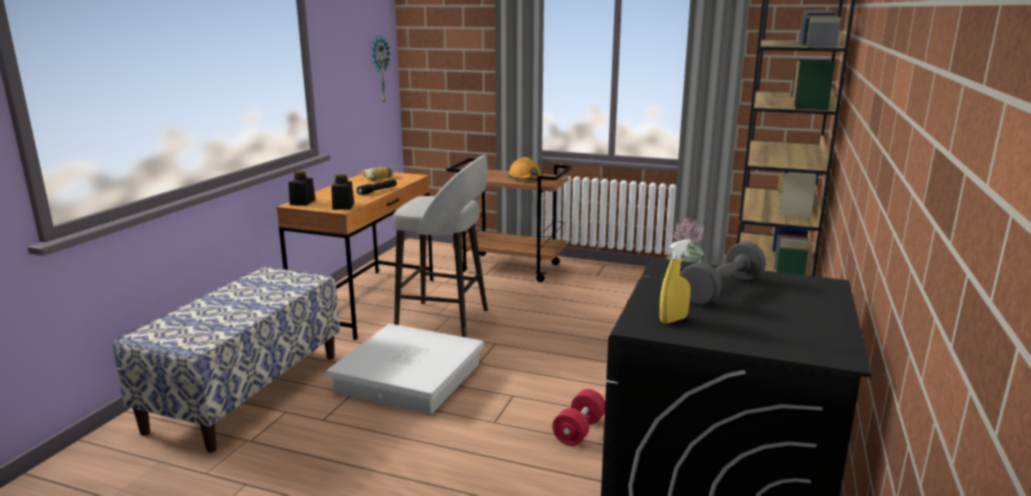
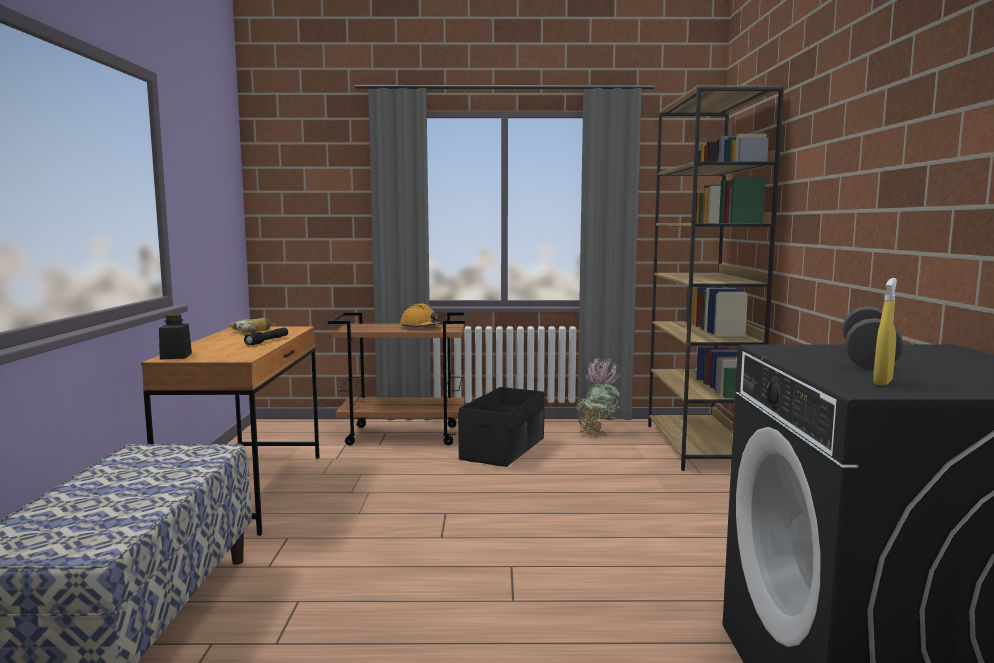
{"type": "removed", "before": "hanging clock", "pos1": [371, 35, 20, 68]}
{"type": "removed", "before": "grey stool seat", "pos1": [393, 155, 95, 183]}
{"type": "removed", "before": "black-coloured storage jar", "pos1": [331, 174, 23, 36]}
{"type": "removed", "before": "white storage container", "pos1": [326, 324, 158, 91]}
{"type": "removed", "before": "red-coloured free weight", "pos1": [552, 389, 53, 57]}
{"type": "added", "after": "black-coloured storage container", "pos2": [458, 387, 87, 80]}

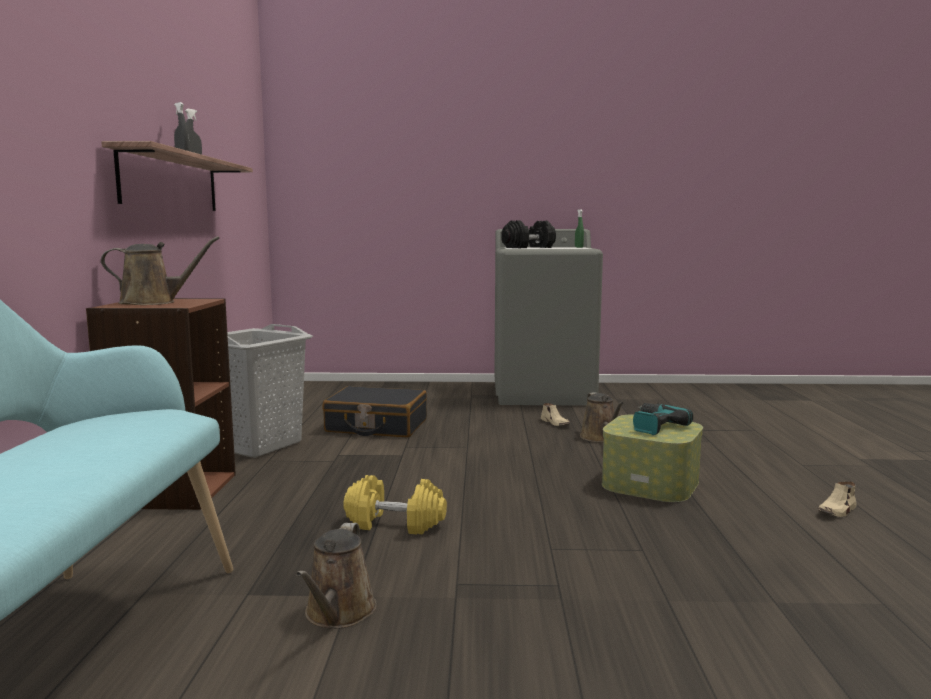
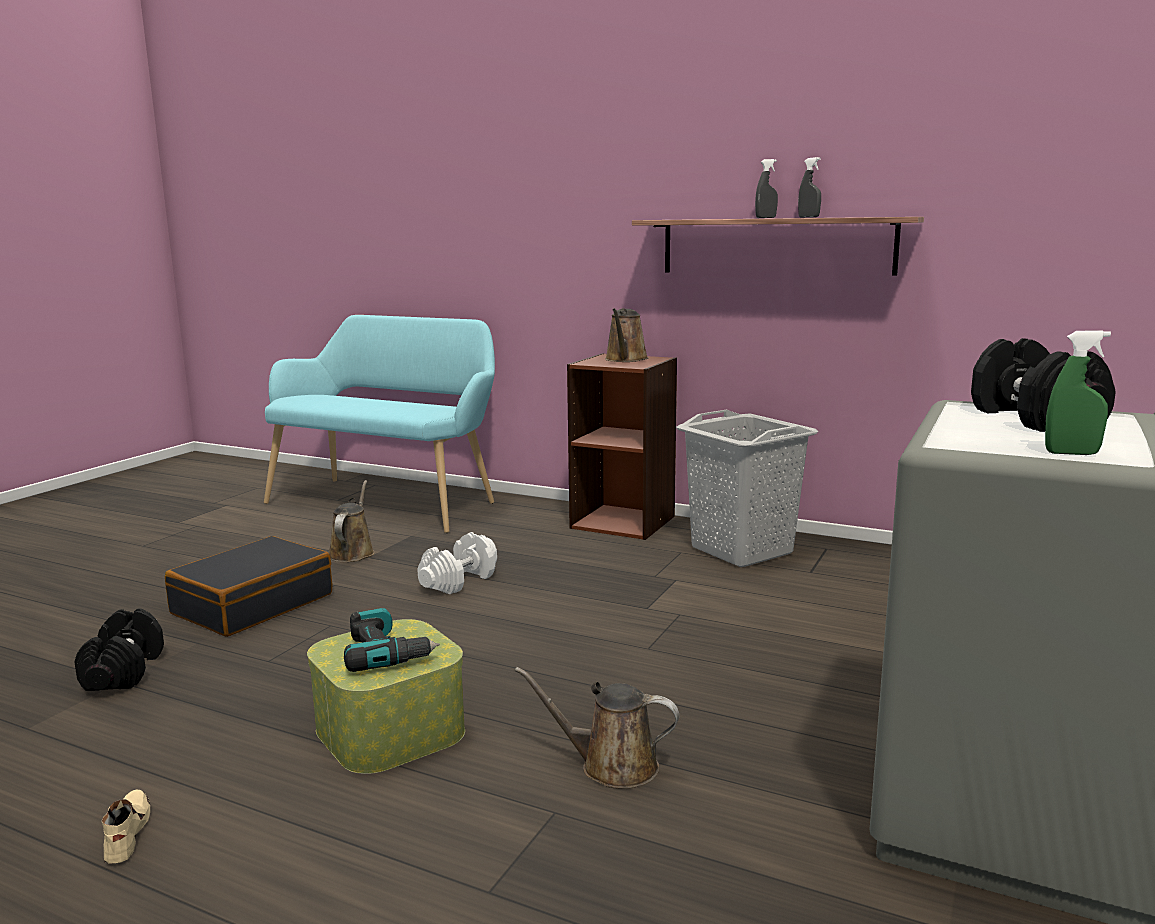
{"type": "moved", "before": "black-coloured travel case", "pos1": [322, 386, 105, 52], "pos2": [165, 536, 167, 101]}
{"type": "removed", "before": "beige-coloured low shoe", "pos1": [541, 403, 29, 23]}
{"type": "recoloured", "before": "yellow free weight", "after": "white free weight", "pos1": [343, 475, 104, 60], "pos2": [417, 532, 80, 62]}
{"type": "turned", "before": "brown-coloured watering pot", "pos1": [296, 523, 81, 106], "pos2": [329, 480, 46, 82], "turn": 60}
{"type": "added", "after": "black-coloured free weight", "pos2": [74, 608, 90, 83]}

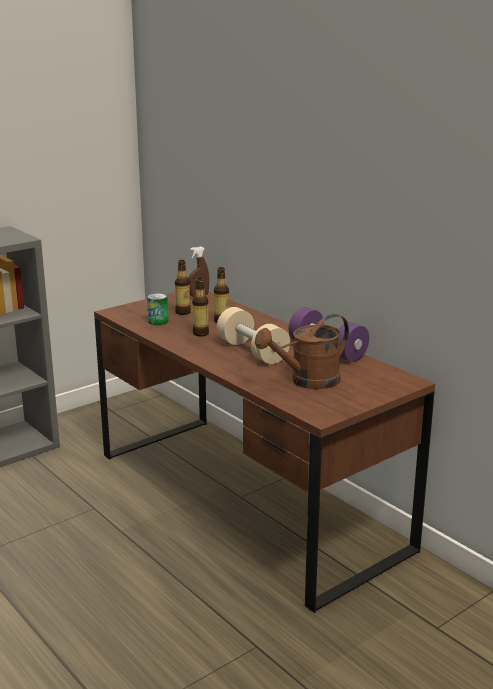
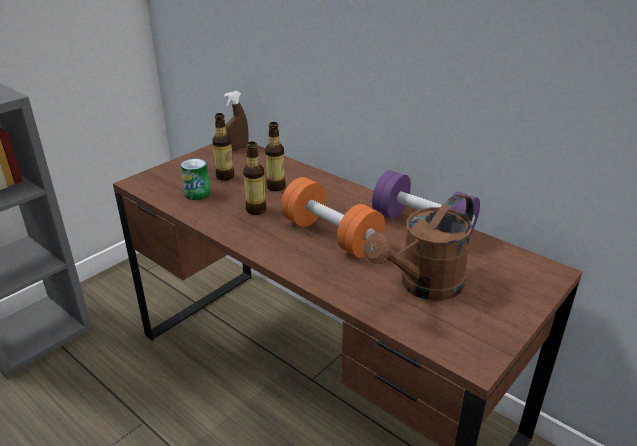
{"type": "recoloured", "before": "beige-coloured free weight", "after": "orange-coloured free weight", "pos1": [217, 307, 73, 57], "pos2": [281, 177, 104, 81]}

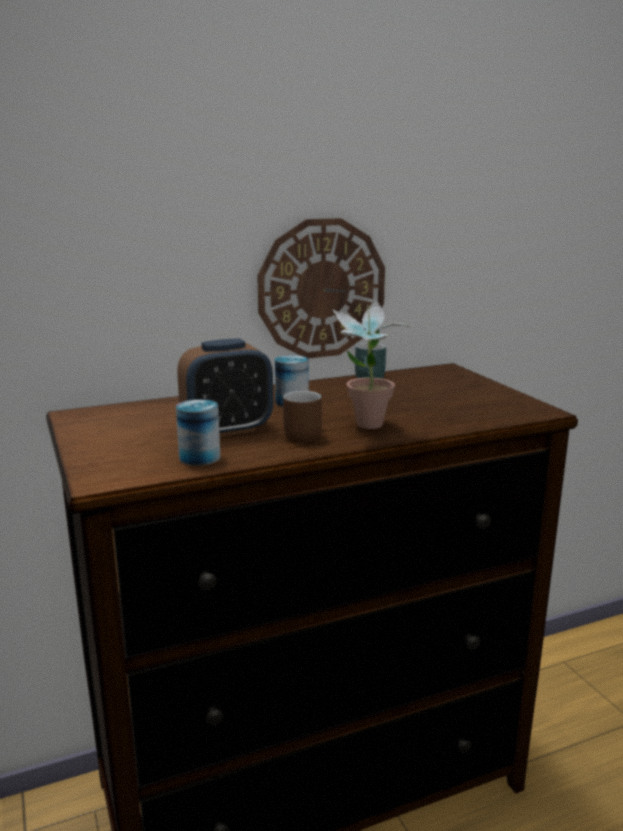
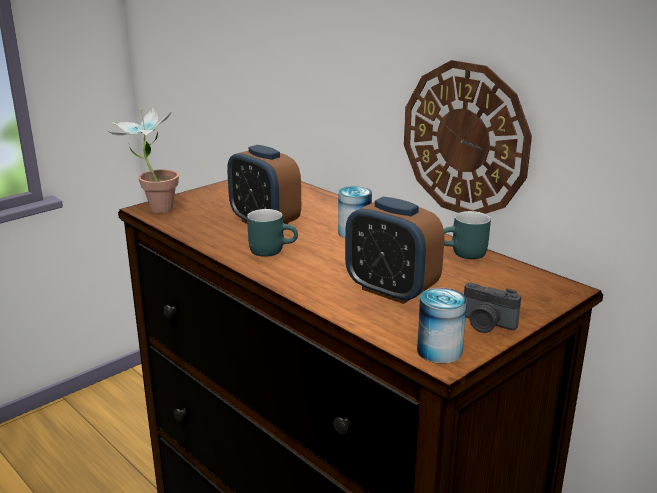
{"type": "moved", "before": "plant in a pot", "pos1": [333, 300, 78, 129], "pos2": [107, 107, 72, 106]}
{"type": "recoloured", "before": "brown-coloured coffee mug", "after": "blue-green coffee mug", "pos1": [283, 391, 39, 51], "pos2": [247, 209, 51, 48]}
{"type": "moved", "before": "sealed can", "pos1": [176, 399, 44, 67], "pos2": [417, 288, 50, 76]}
{"type": "added", "after": "bedside clock", "pos2": [345, 197, 99, 107]}
{"type": "added", "after": "still camera", "pos2": [464, 282, 57, 51]}

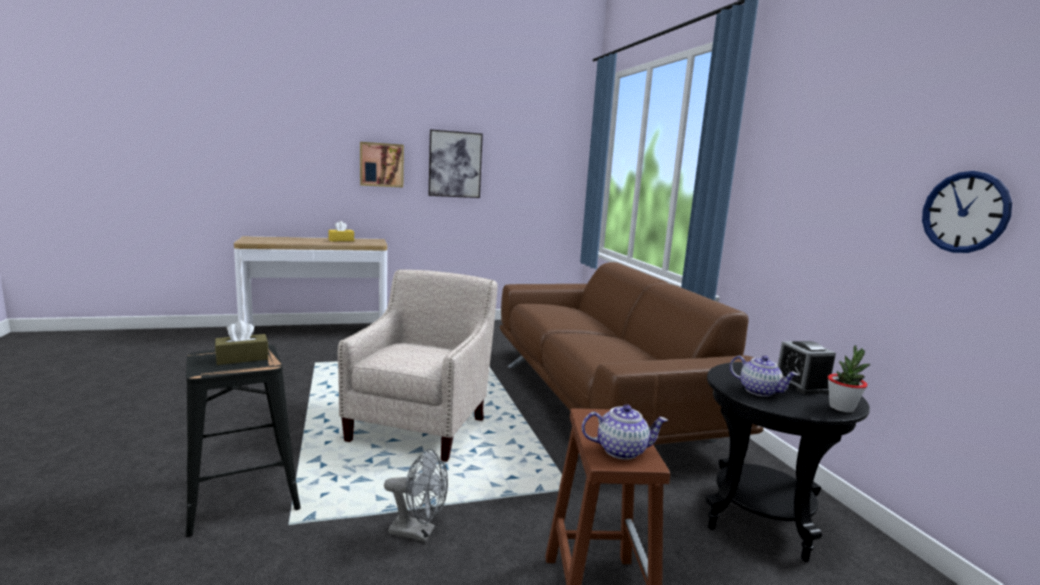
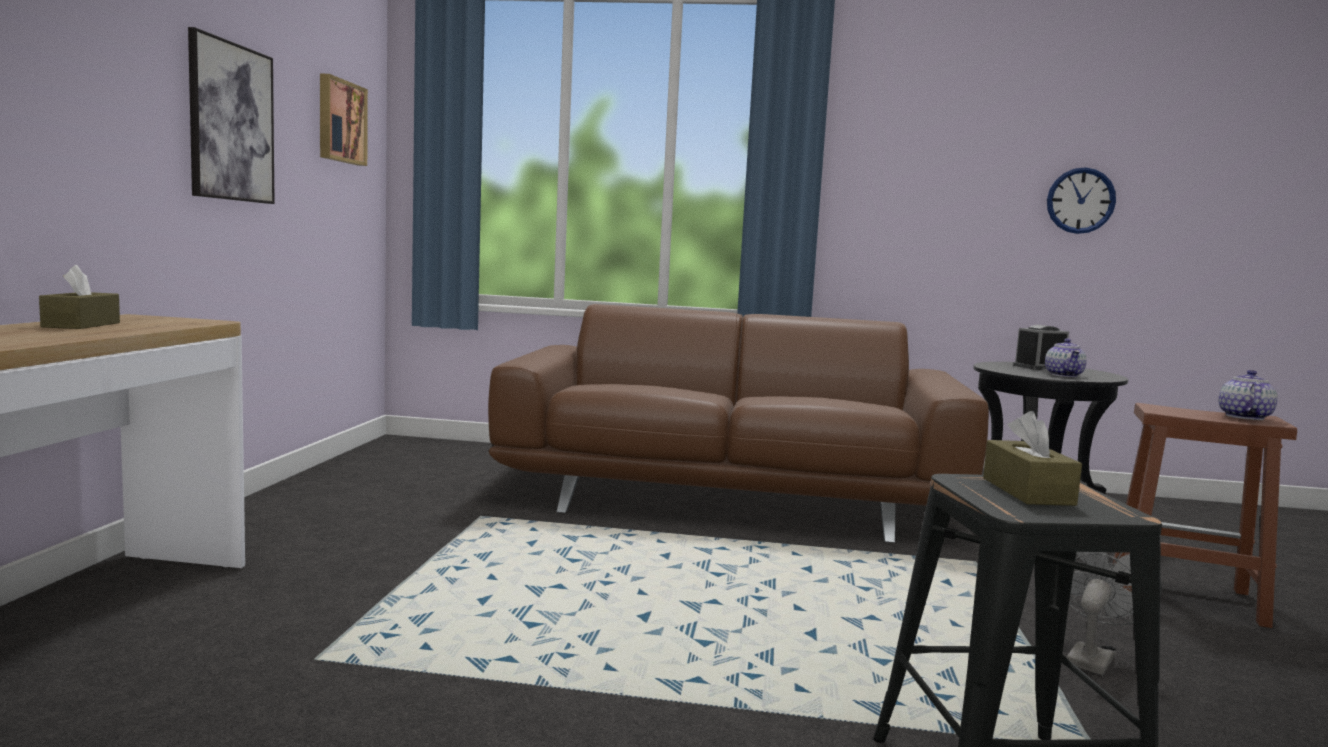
{"type": "moved", "before": "picture", "pos1": [360, 142, 44, 45], "pos2": [320, 74, 48, 92]}
{"type": "recoloured", "before": "yellow box of tissues", "after": "brown-coloured box of tissues", "pos1": [328, 221, 26, 20], "pos2": [39, 265, 81, 64]}
{"type": "removed", "before": "beige-coloured armchair", "pos1": [338, 269, 160, 193]}
{"type": "turned", "before": "bedside clock", "pos1": [778, 341, 58, 53], "pos2": [1013, 325, 56, 45], "turn": 150}
{"type": "removed", "before": "plant in a pot", "pos1": [828, 345, 43, 68]}
{"type": "turned", "before": "tea pot", "pos1": [730, 355, 68, 42], "pos2": [1045, 338, 42, 39], "turn": 120}

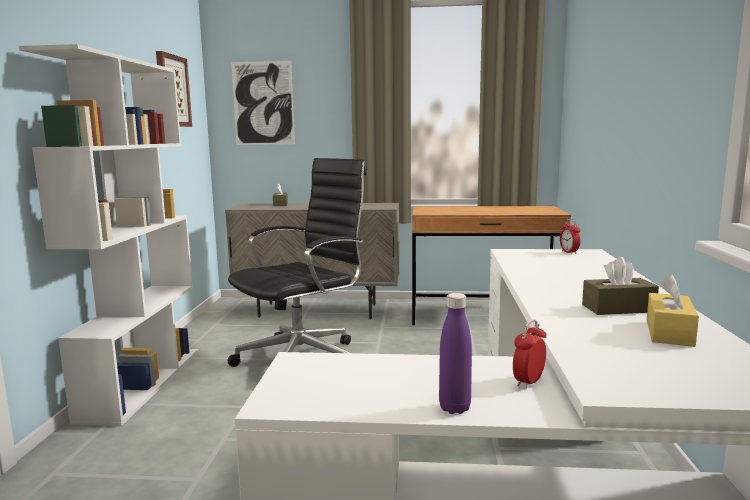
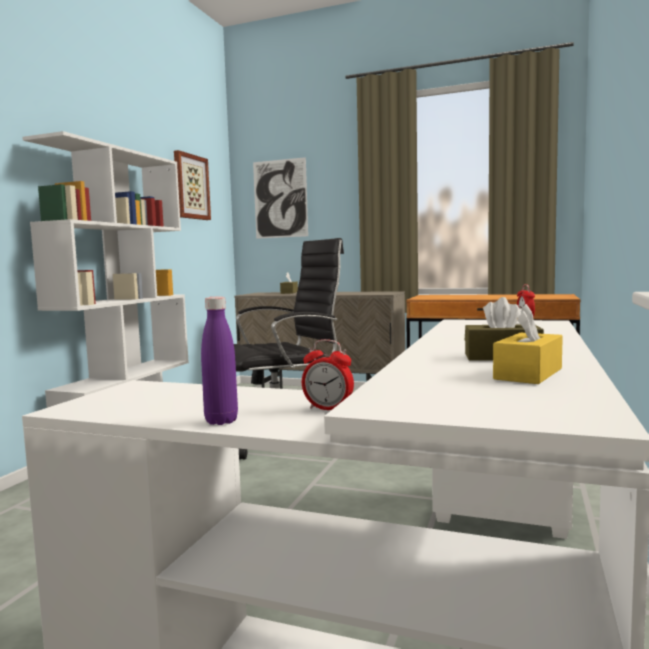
{"type": "turned", "before": "bedside clock", "pos1": [513, 320, 34, 69], "pos2": [302, 339, 52, 71], "turn": -120}

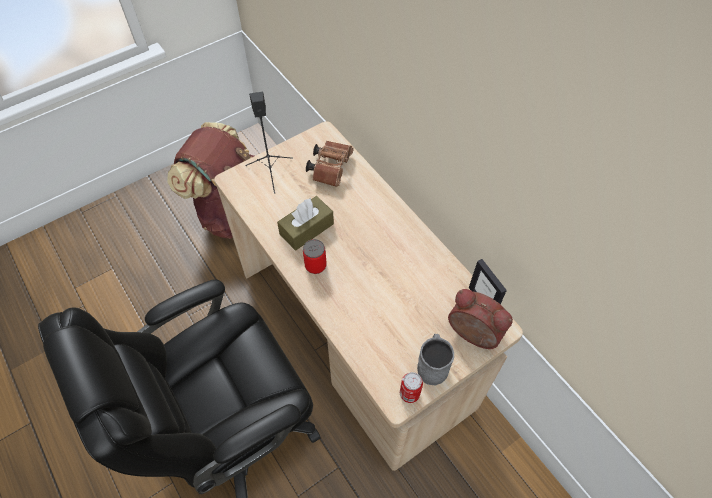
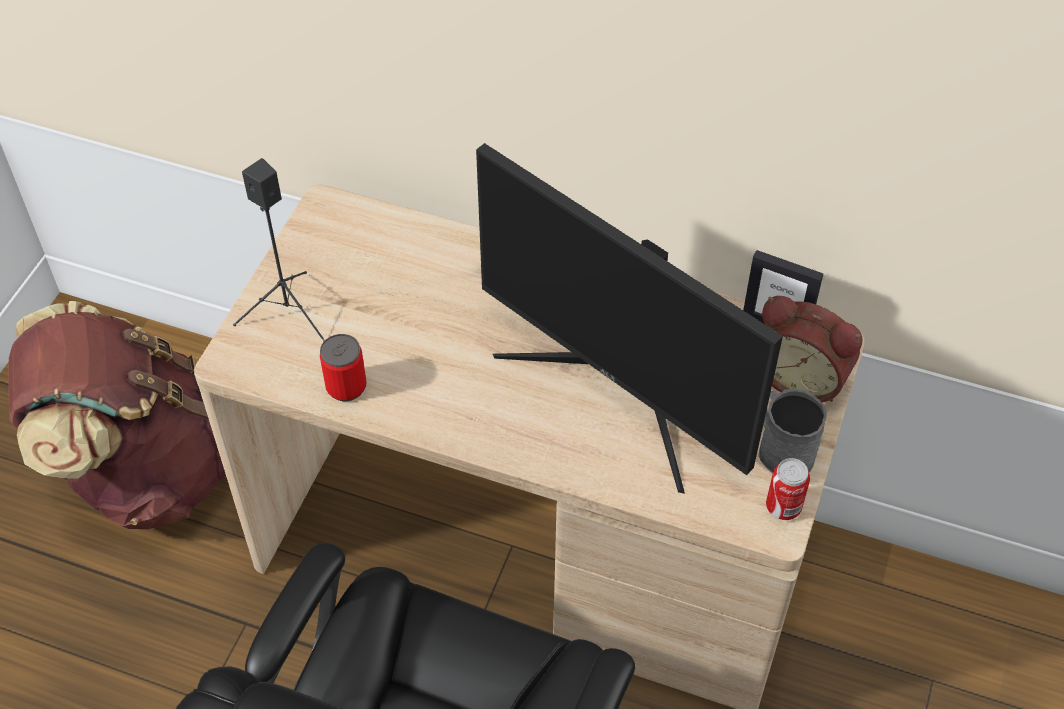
{"type": "removed", "before": "brown-coloured field glasses", "pos1": [306, 141, 48, 46]}
{"type": "removed", "before": "brown-coloured box of tissues", "pos1": [277, 196, 57, 55]}
{"type": "moved", "before": "sealed can", "pos1": [303, 239, 24, 35], "pos2": [320, 334, 47, 67]}
{"type": "turned", "before": "bedside clock", "pos1": [448, 289, 65, 60], "pos2": [762, 296, 100, 106], "turn": -150}
{"type": "added", "after": "computer display", "pos2": [476, 143, 307, 351]}

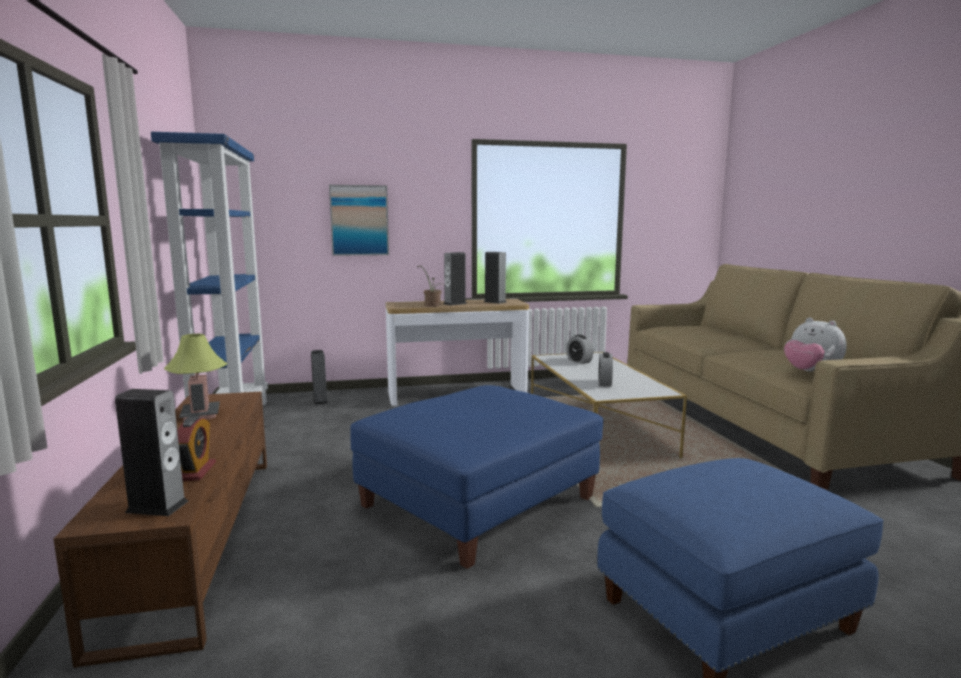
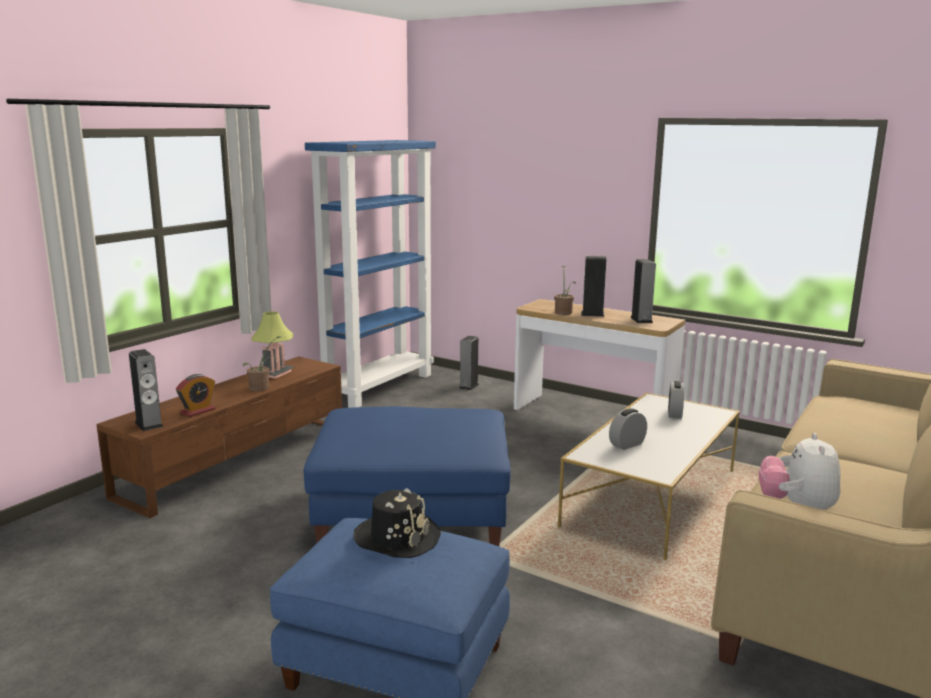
{"type": "removed", "before": "picture", "pos1": [329, 185, 60, 71]}
{"type": "added", "after": "plant in a pot", "pos2": [243, 336, 38, 55]}
{"type": "added", "after": "black-coloured hat", "pos2": [353, 488, 88, 70]}

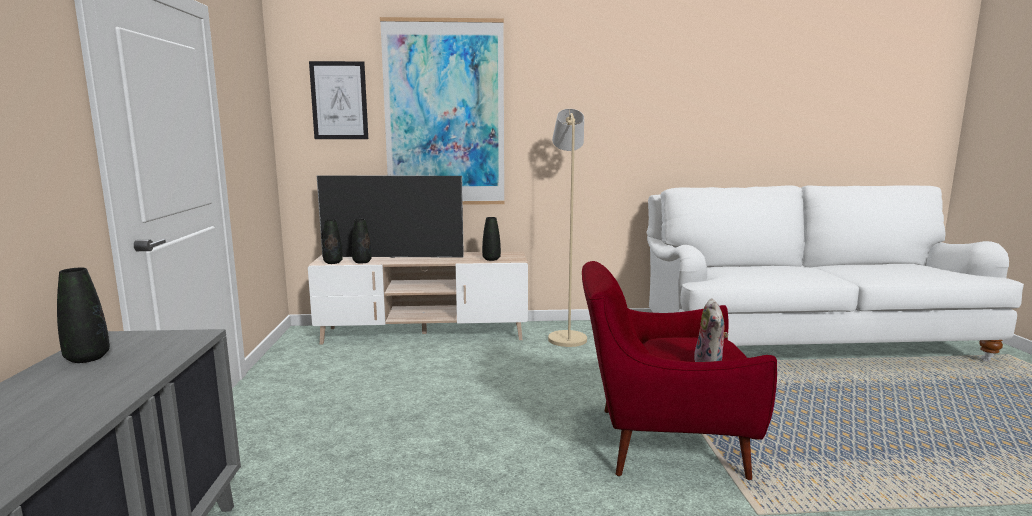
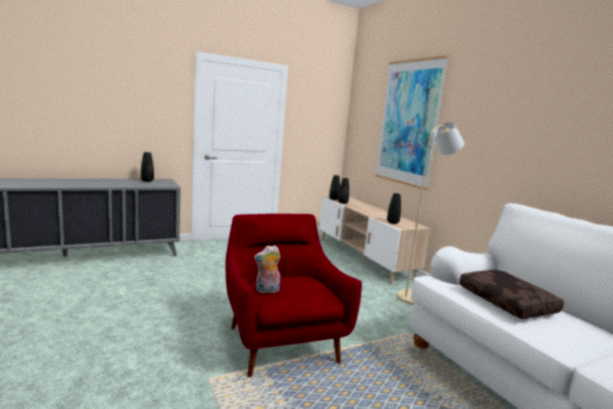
{"type": "removed", "before": "picture", "pos1": [309, 61, 59, 78]}
{"type": "removed", "before": "TV set", "pos1": [317, 174, 147, 84]}
{"type": "added", "after": "brown-coloured cushion", "pos2": [460, 270, 104, 49]}

